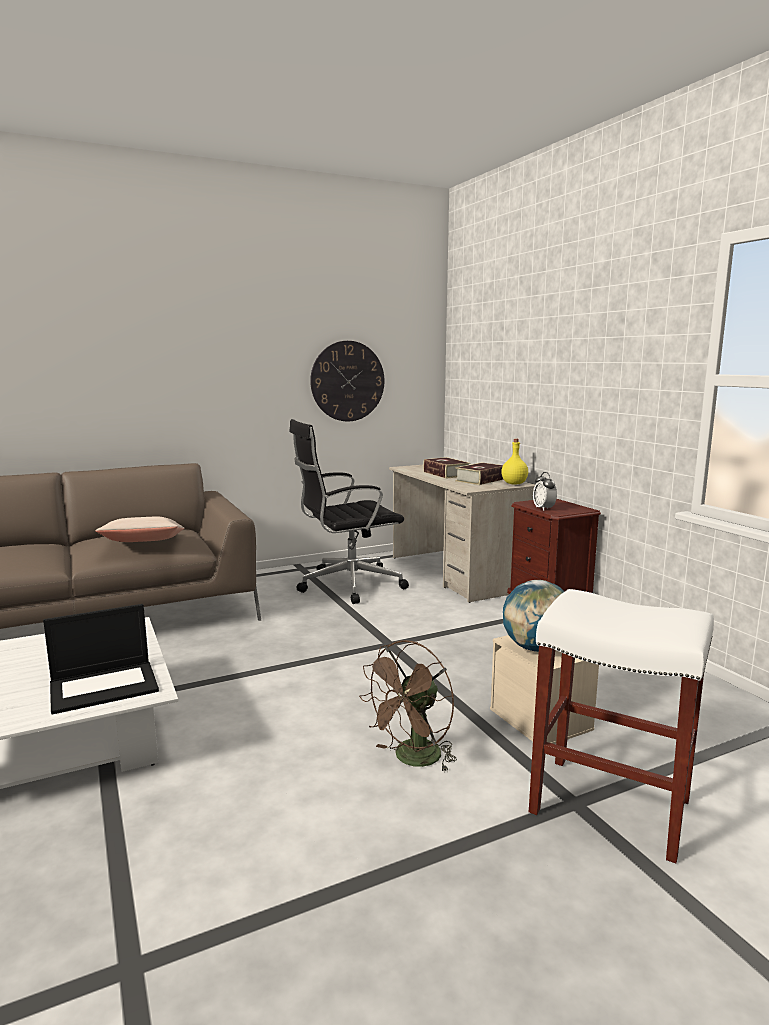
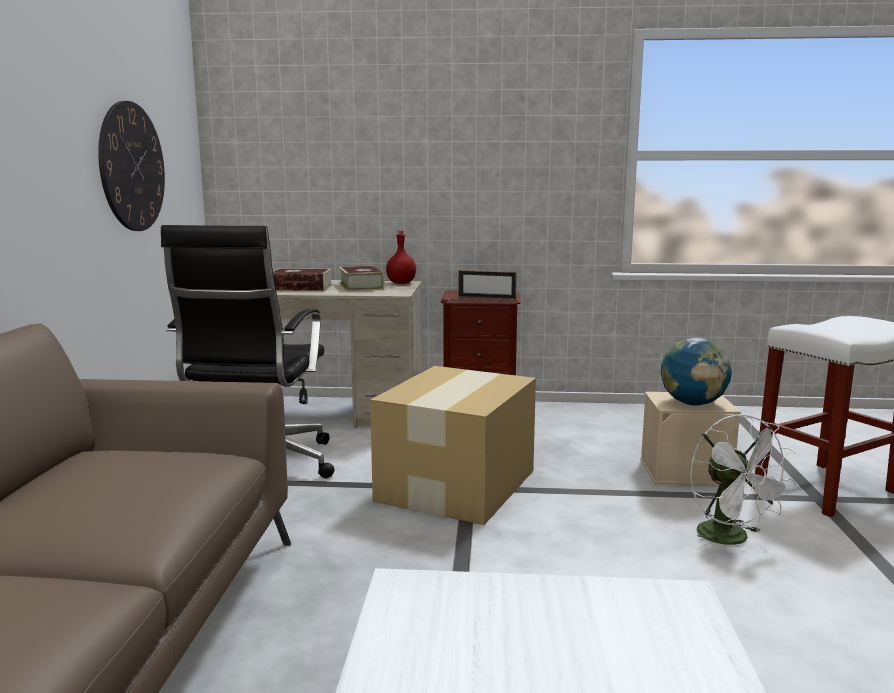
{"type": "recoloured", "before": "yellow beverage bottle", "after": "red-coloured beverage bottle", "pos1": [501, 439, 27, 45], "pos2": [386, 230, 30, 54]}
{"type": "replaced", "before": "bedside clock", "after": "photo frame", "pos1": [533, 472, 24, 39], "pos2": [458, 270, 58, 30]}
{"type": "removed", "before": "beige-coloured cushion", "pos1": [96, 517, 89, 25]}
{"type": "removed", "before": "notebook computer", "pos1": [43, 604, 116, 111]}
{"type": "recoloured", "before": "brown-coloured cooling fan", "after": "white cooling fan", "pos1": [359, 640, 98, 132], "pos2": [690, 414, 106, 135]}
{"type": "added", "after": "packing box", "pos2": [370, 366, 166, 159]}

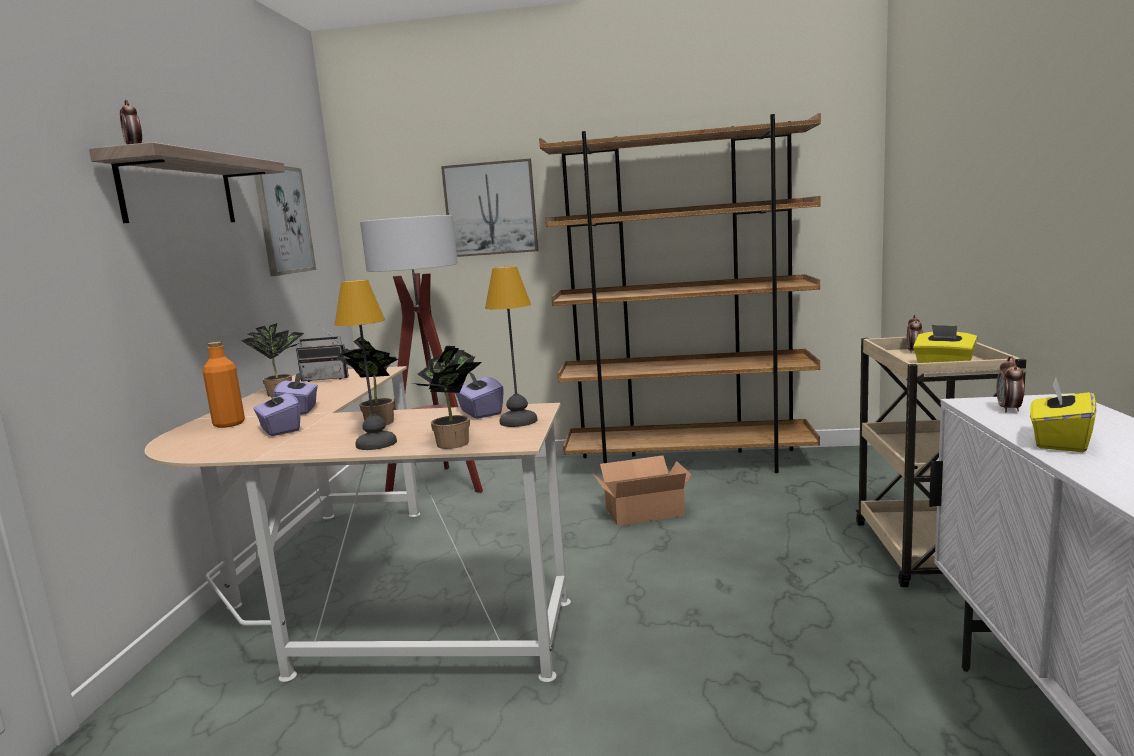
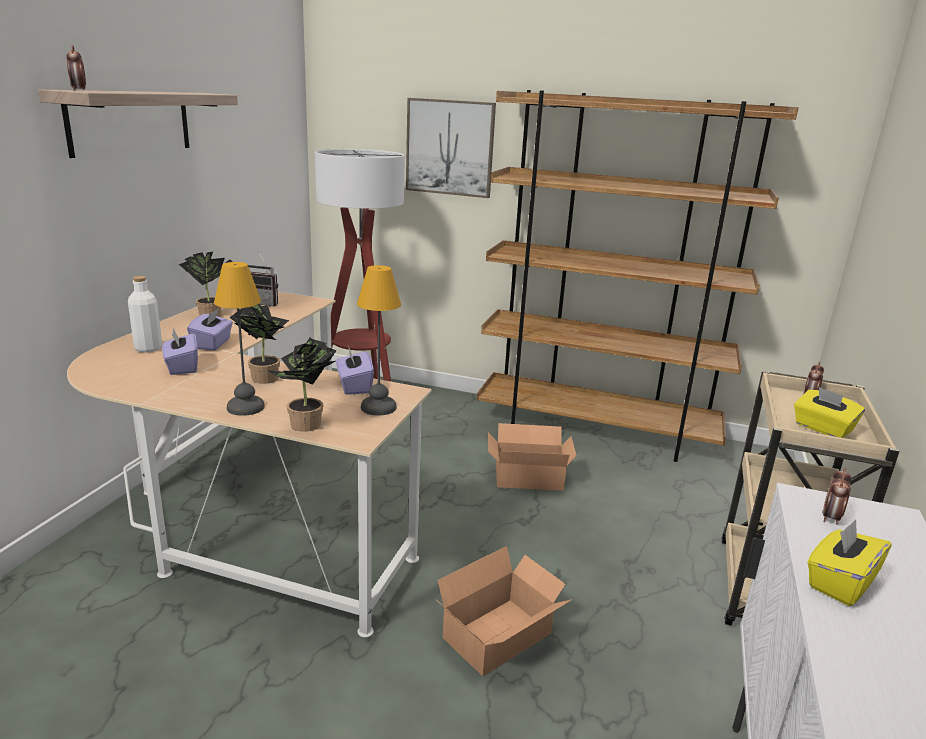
{"type": "removed", "before": "picture", "pos1": [254, 166, 62, 110]}
{"type": "recoloured", "before": "orange-coloured beverage bottle", "after": "white beverage bottle", "pos1": [203, 342, 42, 86], "pos2": [128, 276, 34, 77]}
{"type": "added", "after": "packing box", "pos2": [436, 546, 137, 131]}

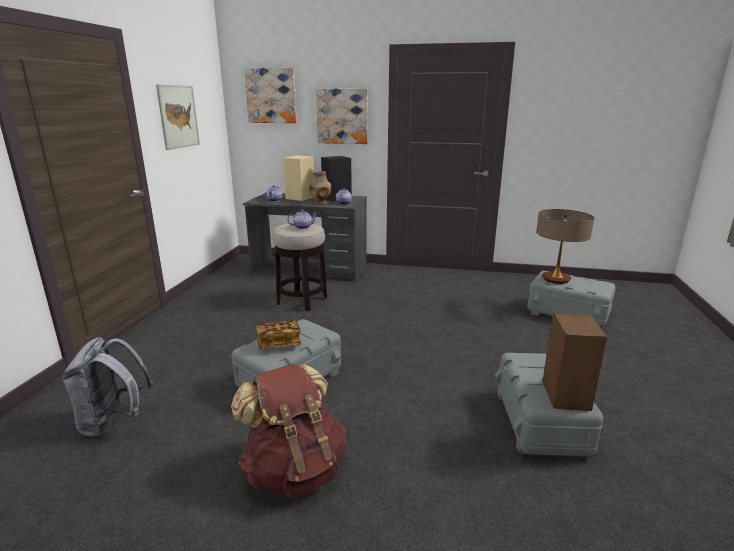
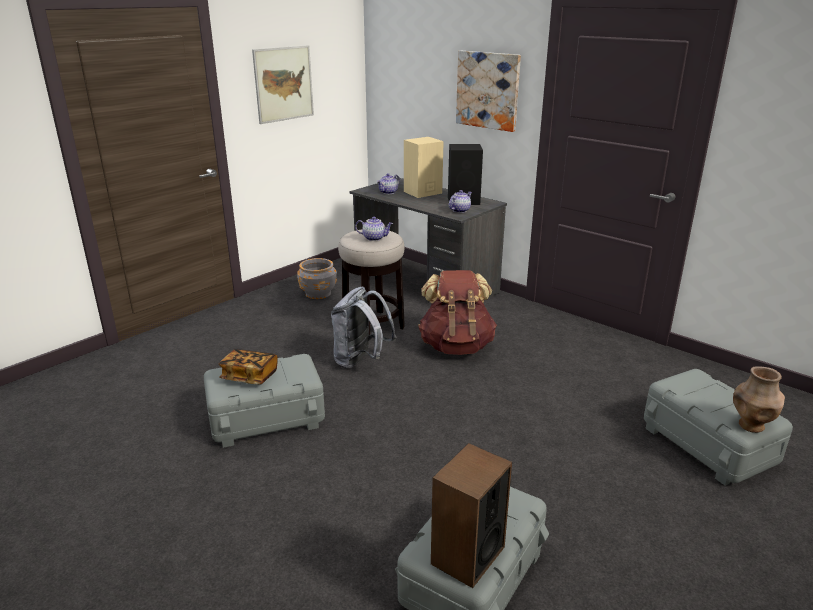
{"type": "removed", "before": "picture", "pos1": [244, 68, 53, 55]}
{"type": "moved", "before": "brown-coloured vase", "pos1": [309, 171, 22, 34], "pos2": [733, 366, 52, 67]}
{"type": "removed", "before": "table lamp", "pos1": [536, 209, 58, 75]}
{"type": "moved", "before": "grey rucksack", "pos1": [62, 337, 91, 101], "pos2": [331, 287, 65, 82]}
{"type": "moved", "before": "brown-coloured rucksack", "pos1": [231, 364, 116, 134], "pos2": [418, 270, 79, 85]}
{"type": "added", "after": "grey flower pot", "pos2": [297, 258, 40, 41]}

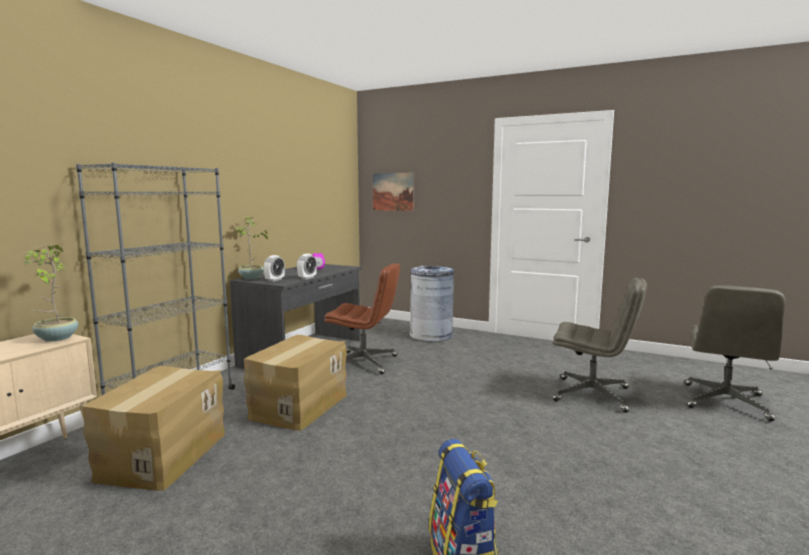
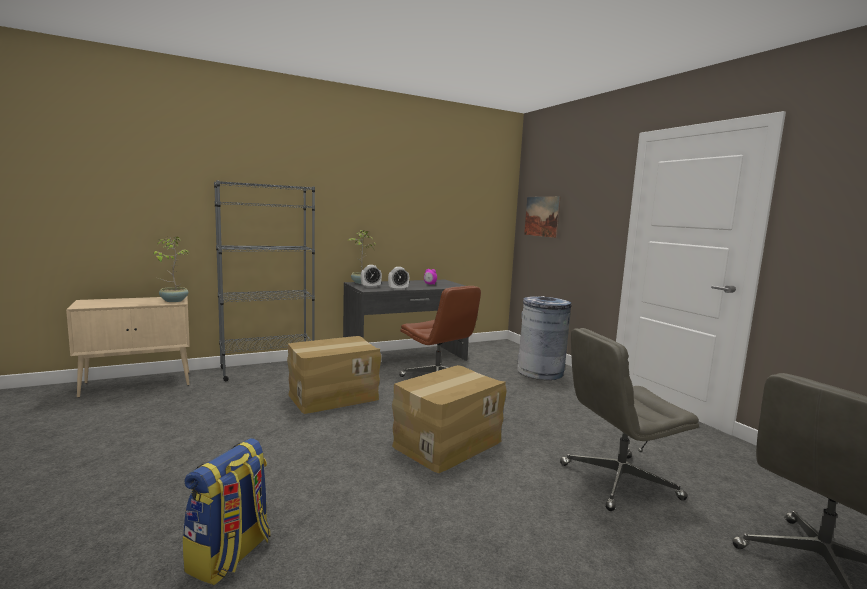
{"type": "turned", "before": "grey computer chair", "pos1": [553, 278, 94, 135], "pos2": [560, 328, 139, 183], "turn": 105}
{"type": "moved", "before": "packing box", "pos1": [82, 366, 143, 125], "pos2": [392, 365, 115, 108]}

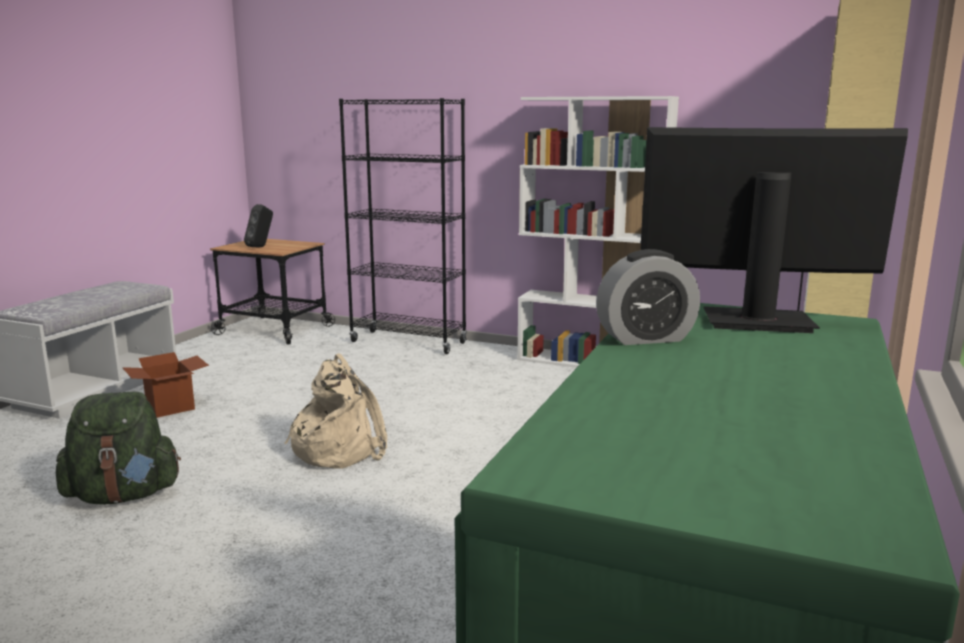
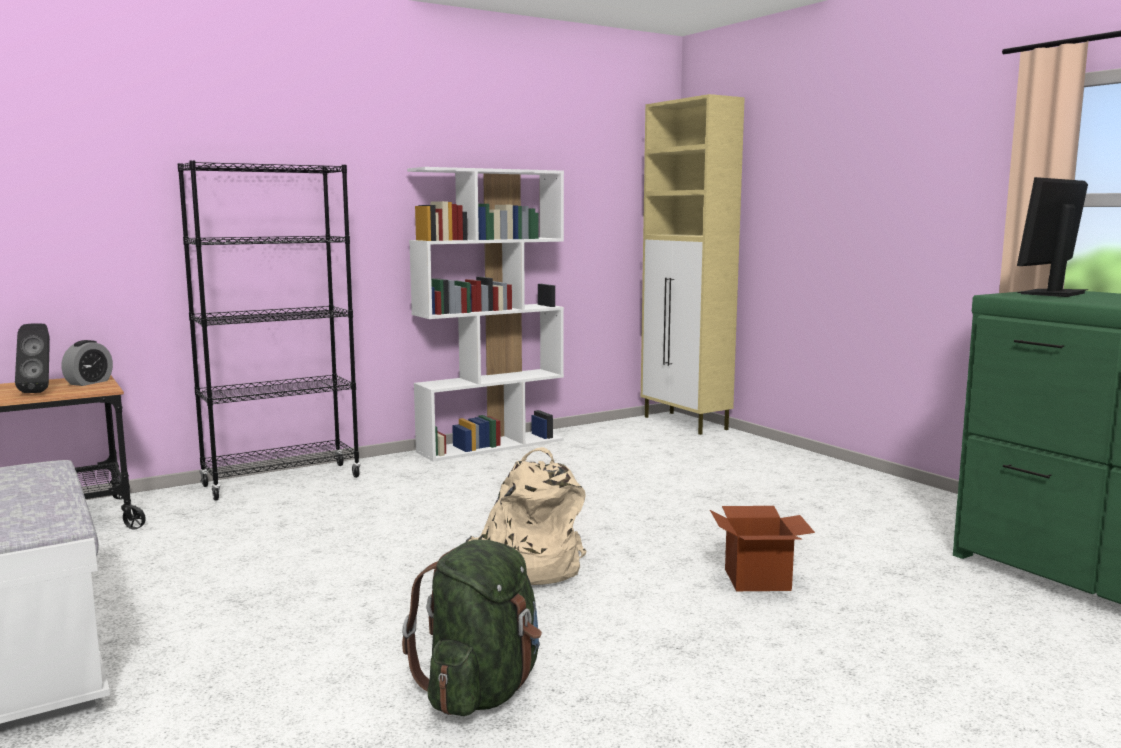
{"type": "moved", "before": "bedside clock", "pos1": [596, 249, 104, 96], "pos2": [61, 340, 52, 46]}
{"type": "moved", "before": "packing box", "pos1": [122, 352, 87, 66], "pos2": [710, 506, 105, 85]}

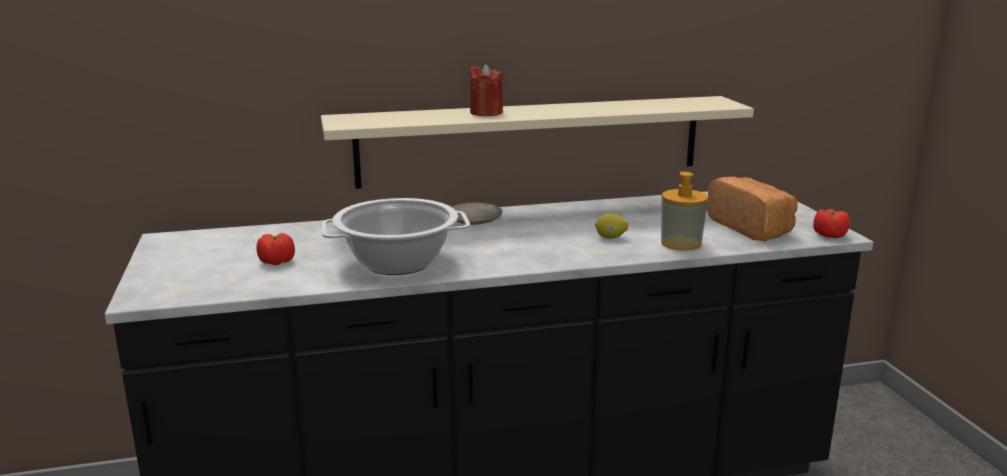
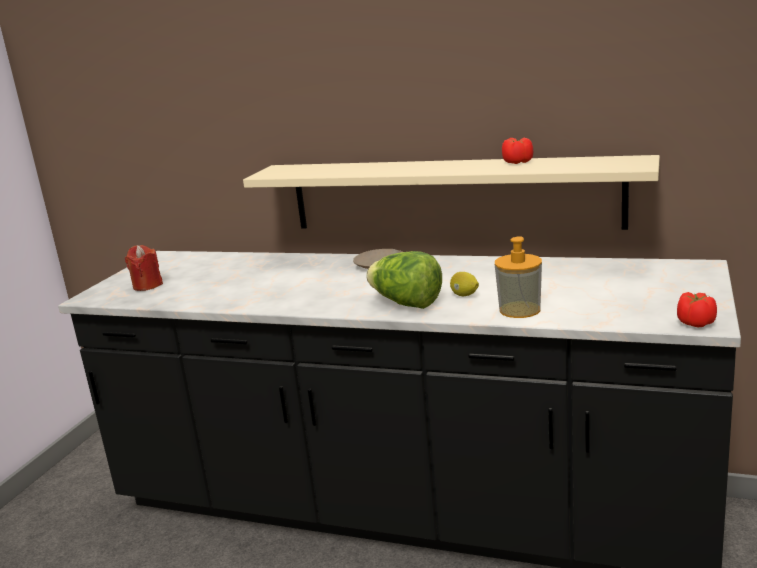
{"type": "moved", "before": "red-coloured wax candle", "pos1": [470, 64, 33, 52], "pos2": [125, 245, 38, 46]}
{"type": "removed", "before": "bread", "pos1": [707, 177, 91, 64]}
{"type": "removed", "before": "stockpot", "pos1": [322, 198, 148, 77]}
{"type": "moved", "before": "whole tomato", "pos1": [257, 233, 38, 32], "pos2": [502, 138, 31, 26]}
{"type": "added", "after": "head of lettuce", "pos2": [366, 251, 76, 58]}

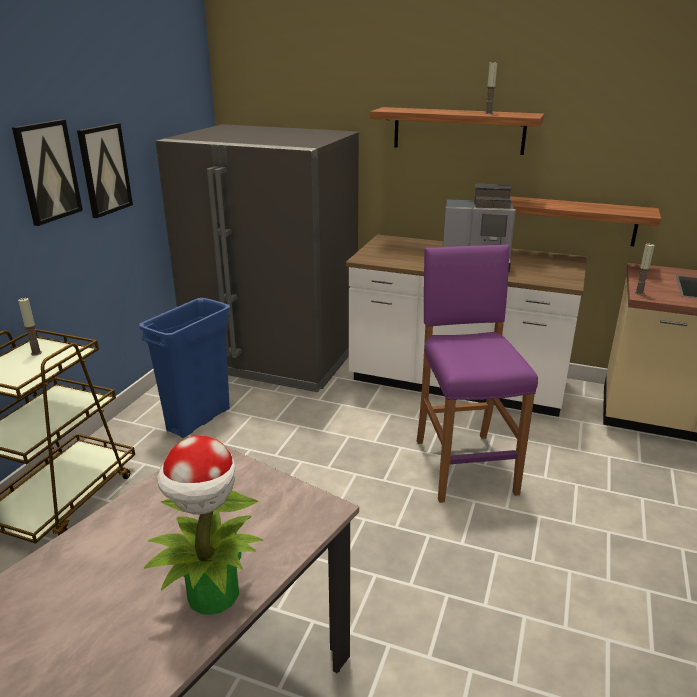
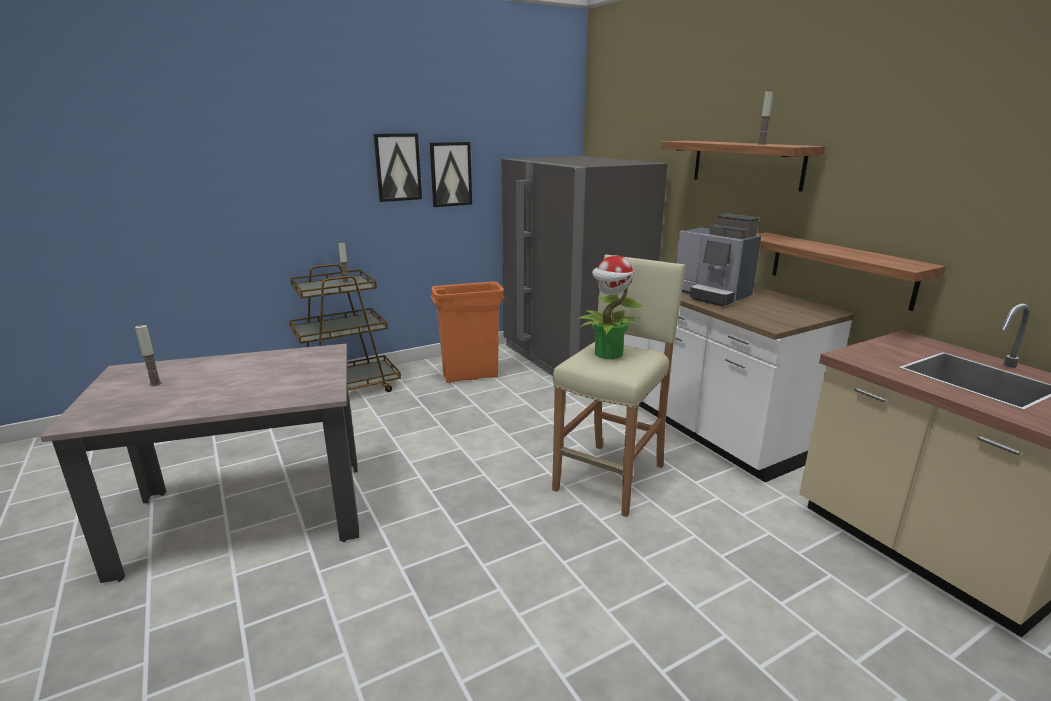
{"type": "moved", "before": "wax candle", "pos1": [635, 243, 19, 52], "pos2": [135, 325, 27, 61]}
{"type": "recoloured", "before": "purplish stool seat", "after": "beige-coloured stool seat", "pos1": [417, 244, 121, 259], "pos2": [552, 254, 134, 263]}
{"type": "recoloured", "before": "blue-coloured rubbish bin", "after": "orange-coloured rubbish bin", "pos1": [139, 298, 91, 140], "pos2": [431, 282, 74, 101]}
{"type": "moved", "before": "plant in a pot", "pos1": [144, 435, 119, 180], "pos2": [578, 255, 65, 104]}

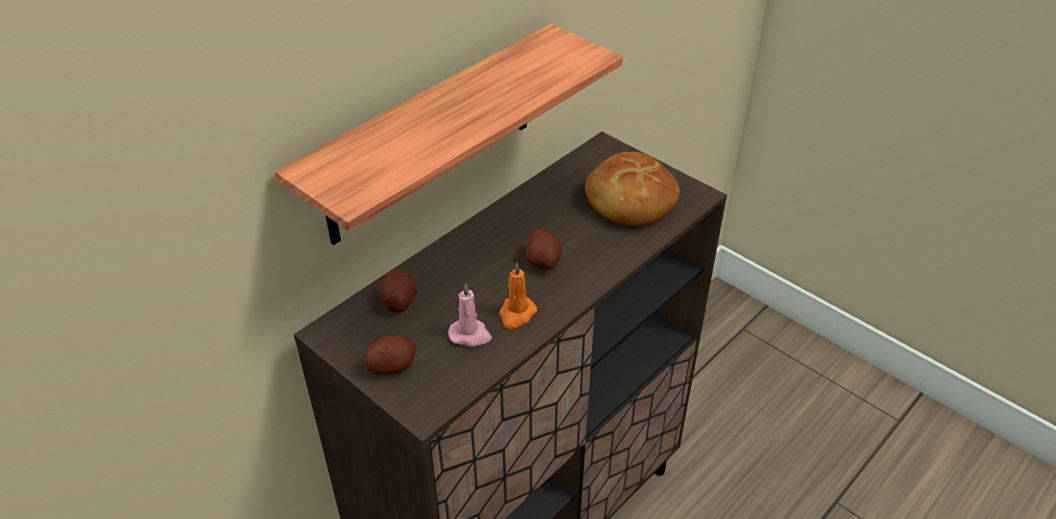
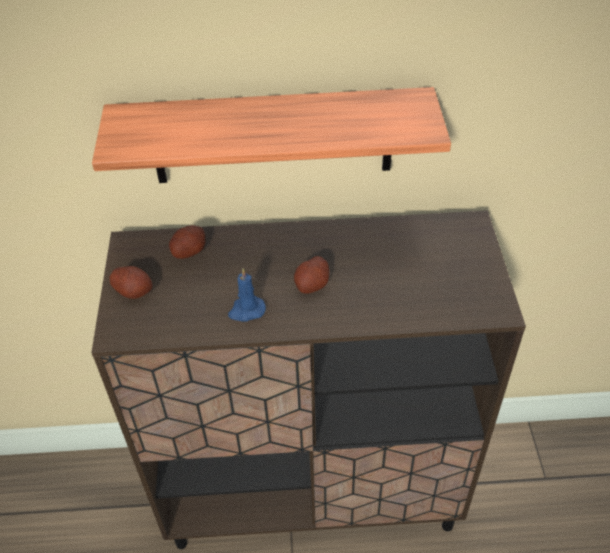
{"type": "removed", "before": "bread", "pos1": [585, 152, 95, 74]}
{"type": "recoloured", "before": "orange-coloured wax candle", "after": "blue-coloured wax candle", "pos1": [499, 262, 38, 67], "pos2": [228, 268, 38, 54]}
{"type": "removed", "before": "pink wax candle", "pos1": [448, 284, 44, 63]}

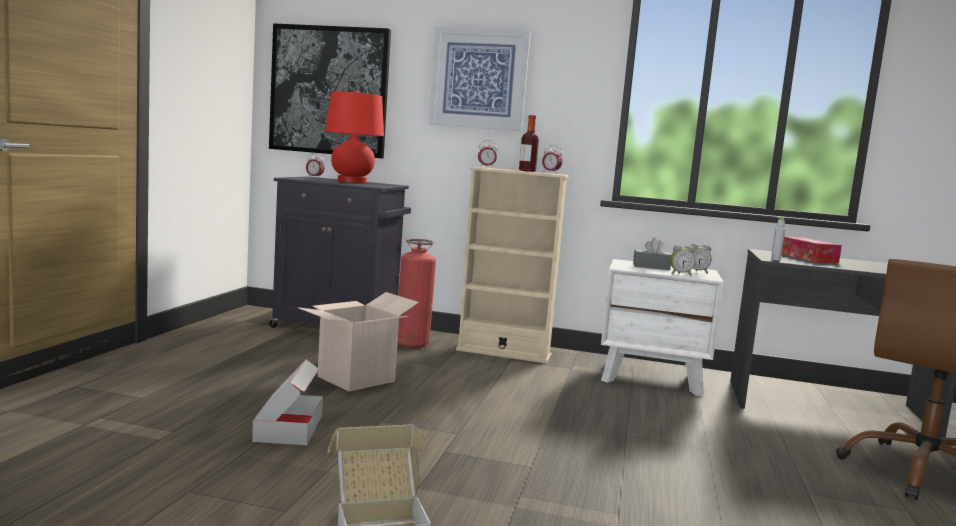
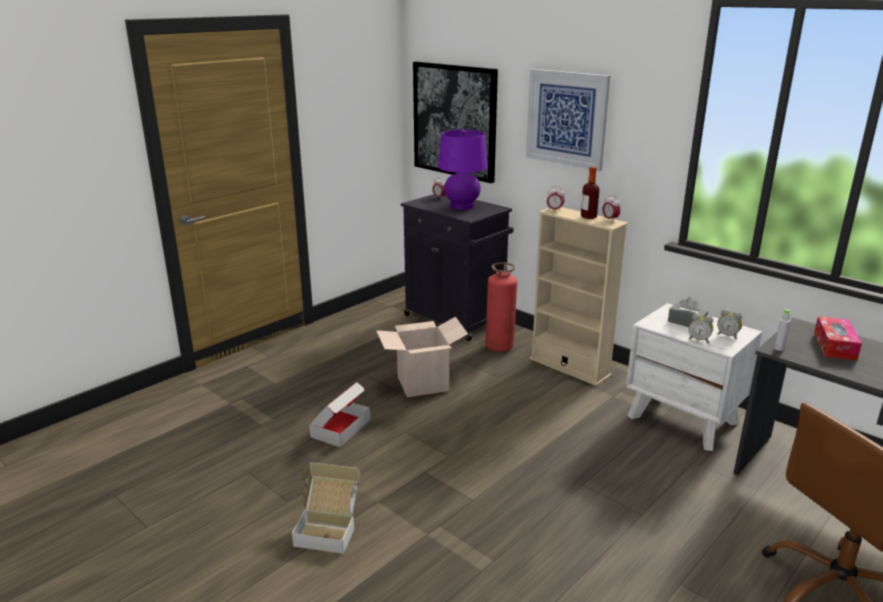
{"type": "recoloured", "before": "red-coloured table lamp", "after": "purplish table lamp", "pos1": [325, 90, 59, 93], "pos2": [438, 129, 50, 81]}

